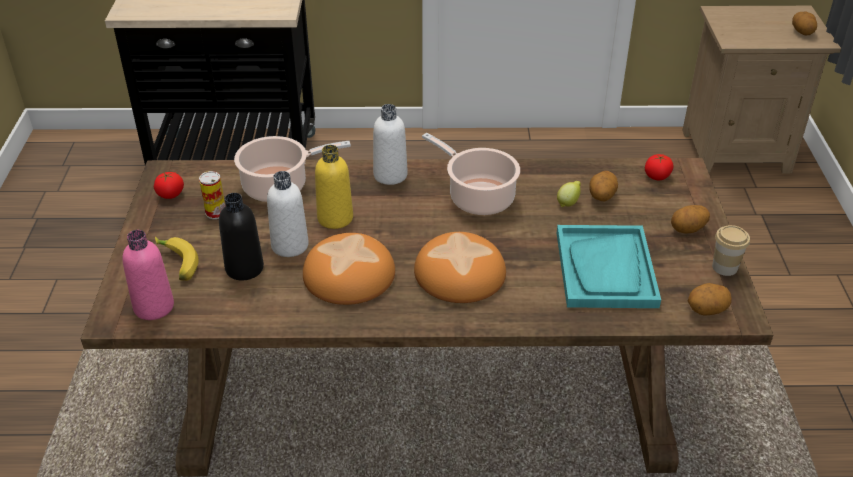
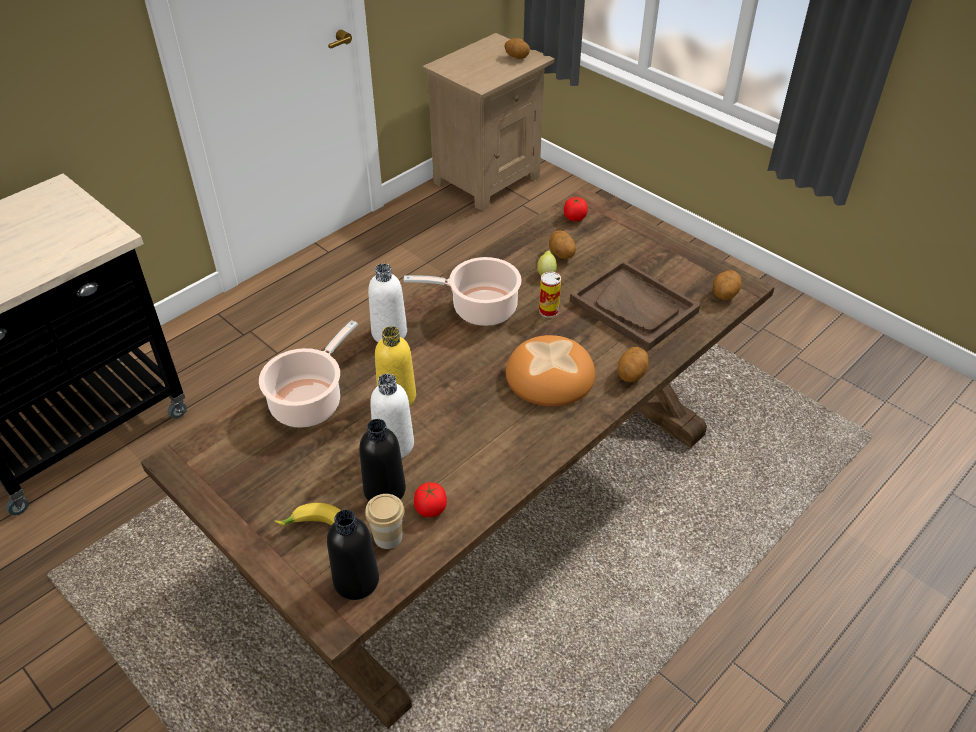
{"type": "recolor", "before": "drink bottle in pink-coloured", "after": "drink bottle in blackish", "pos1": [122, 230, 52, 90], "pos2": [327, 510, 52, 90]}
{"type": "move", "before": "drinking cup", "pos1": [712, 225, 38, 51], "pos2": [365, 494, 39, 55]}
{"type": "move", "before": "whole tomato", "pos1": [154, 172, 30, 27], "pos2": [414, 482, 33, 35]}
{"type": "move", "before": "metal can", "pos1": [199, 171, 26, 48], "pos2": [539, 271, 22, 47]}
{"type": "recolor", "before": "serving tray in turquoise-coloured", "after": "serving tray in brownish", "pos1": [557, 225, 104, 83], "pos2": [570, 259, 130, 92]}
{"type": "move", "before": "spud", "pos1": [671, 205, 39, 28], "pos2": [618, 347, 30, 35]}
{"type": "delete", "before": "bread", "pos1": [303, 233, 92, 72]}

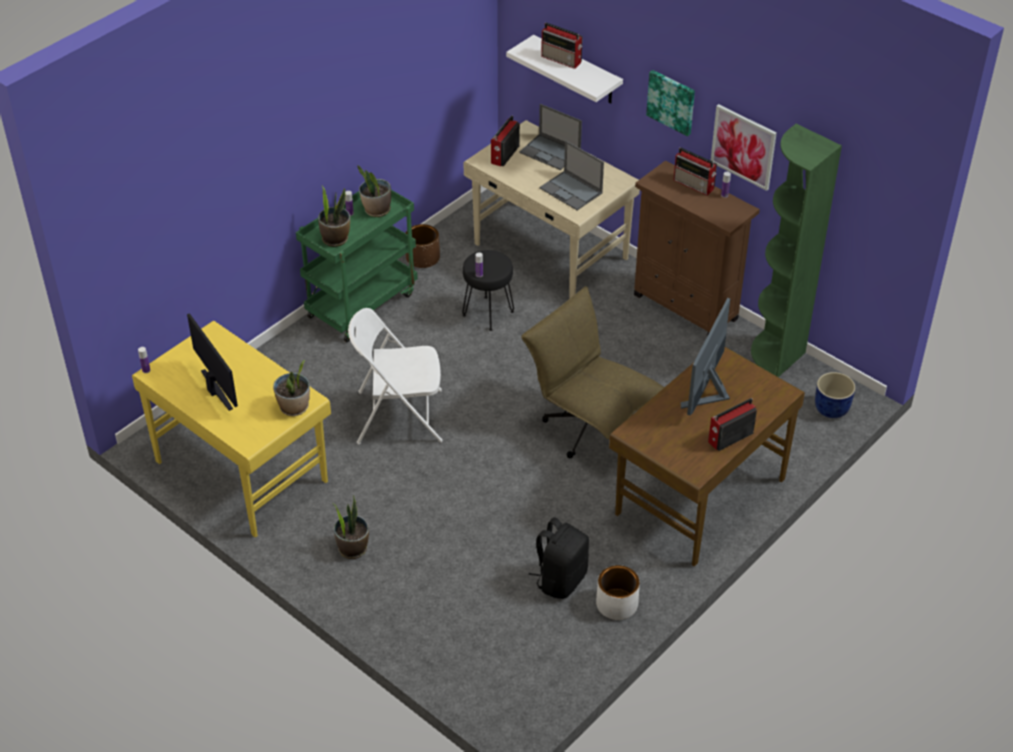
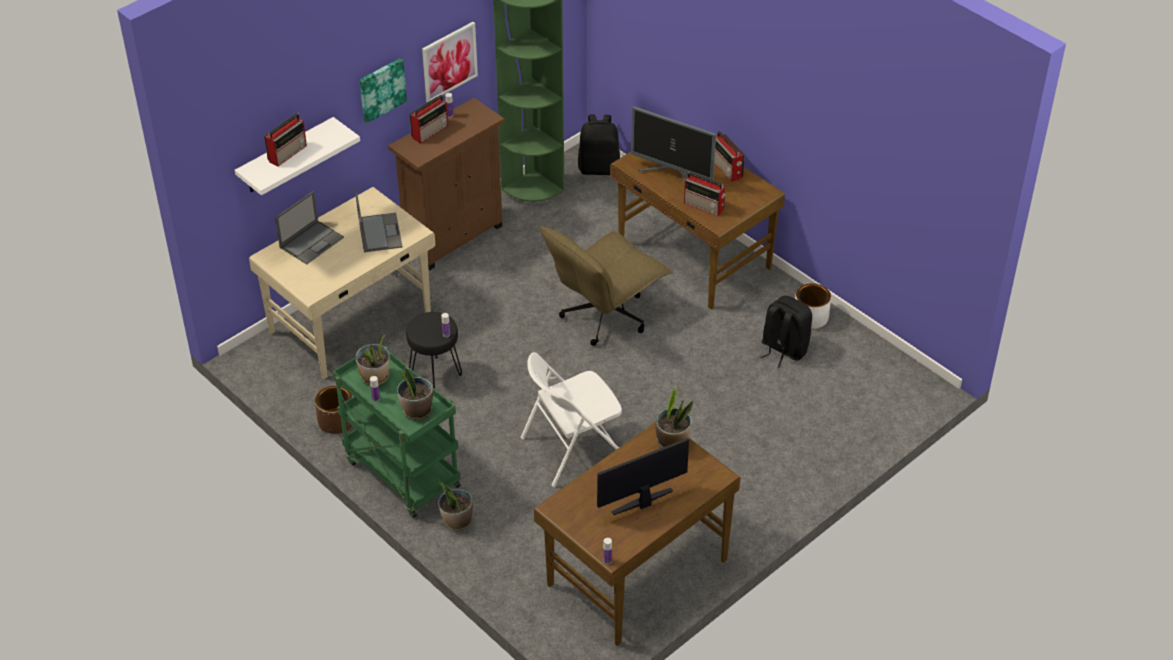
{"type": "rotate", "before": "portable computer", "pos1": [540, 141, 64, 69], "pos2": [355, 188, 48, 64], "turn": -60}
{"type": "move", "before": "plant in a pot", "pos1": [334, 495, 35, 64], "pos2": [437, 479, 36, 51]}
{"type": "rotate", "before": "chair in white", "pos1": [348, 308, 94, 137], "pos2": [521, 352, 101, 136], "turn": 60}
{"type": "recolor", "before": "desk table in yellowish", "after": "desk table in brownish", "pos1": [132, 321, 199, 217], "pos2": [534, 422, 207, 224]}
{"type": "replace", "before": "flower pot in bluish", "after": "rucksack in blackish", "pos1": [815, 372, 41, 46], "pos2": [578, 115, 42, 60]}
{"type": "move", "before": "radio set", "pos1": [491, 116, 29, 50], "pos2": [684, 172, 42, 44]}

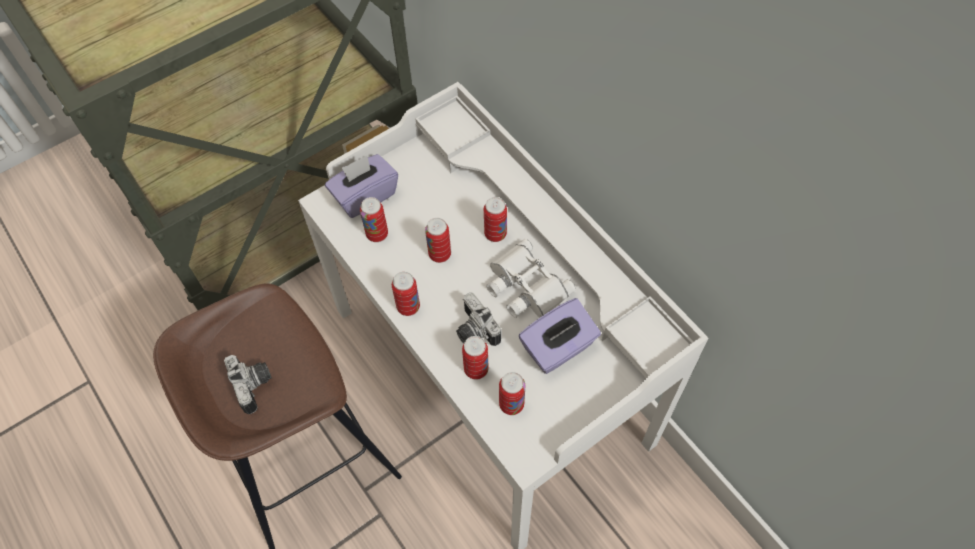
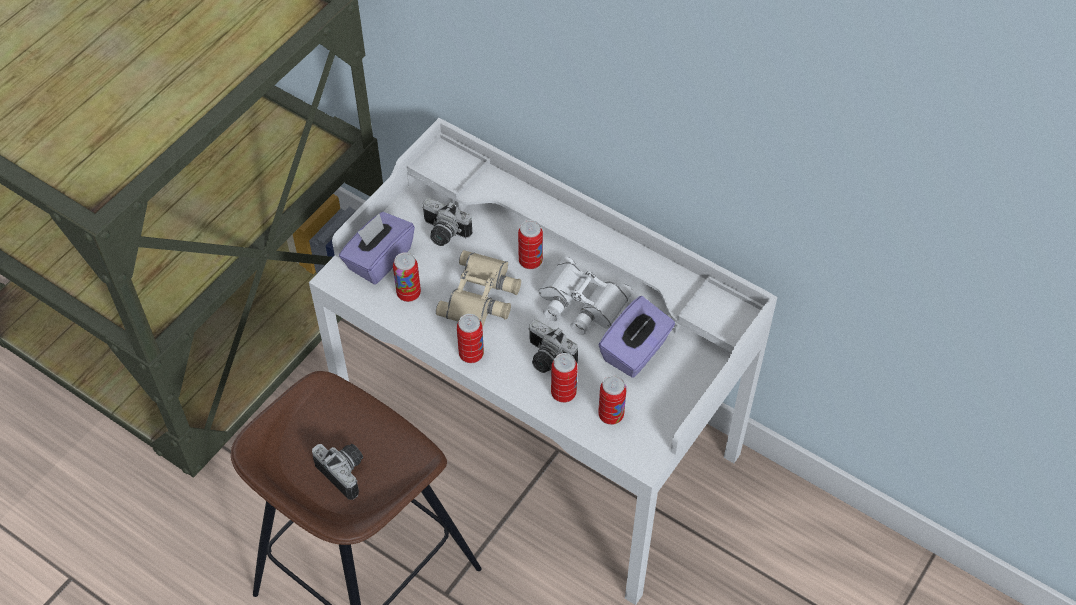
{"type": "insert", "after": "photo camera", "pos2": [422, 198, 50, 48]}
{"type": "replace", "before": "metal can", "after": "binoculars in beige-coloured", "pos1": [425, 218, 26, 45], "pos2": [436, 250, 85, 78]}

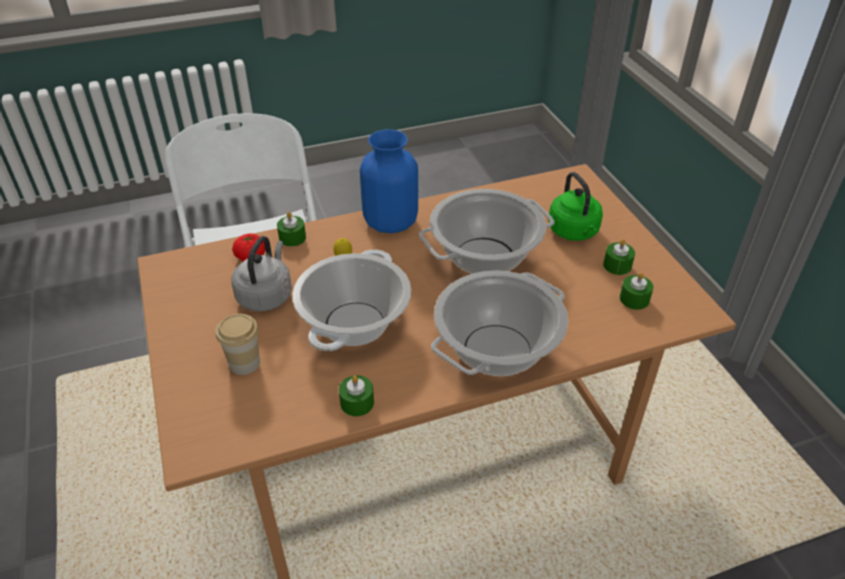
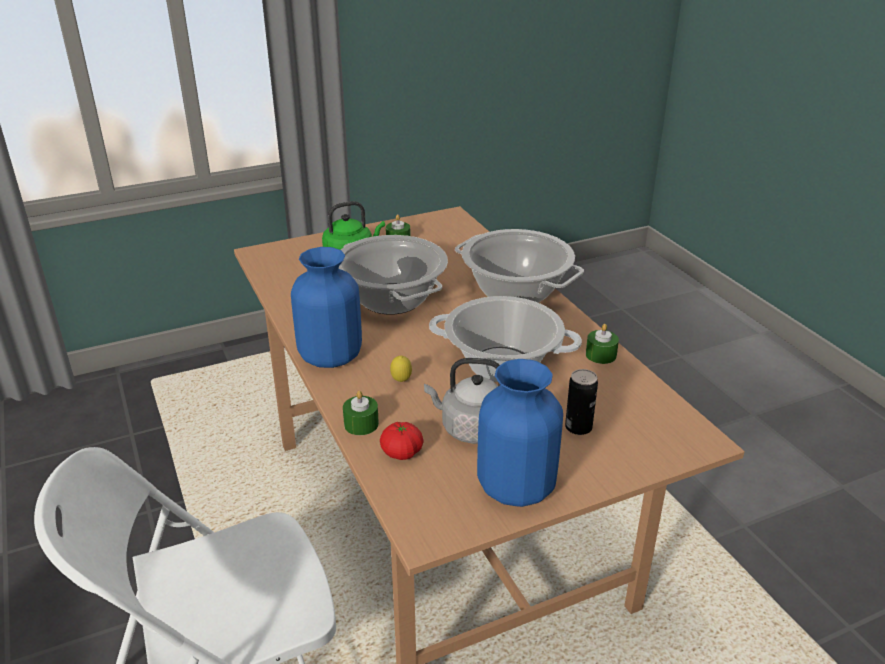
{"type": "insert", "after": "decorative vase in bluish", "pos2": [477, 359, 86, 148]}
{"type": "replace", "before": "drinking cup", "after": "metal can", "pos1": [216, 314, 44, 61], "pos2": [565, 369, 33, 66]}
{"type": "delete", "before": "wax candle in green", "pos1": [620, 272, 34, 38]}

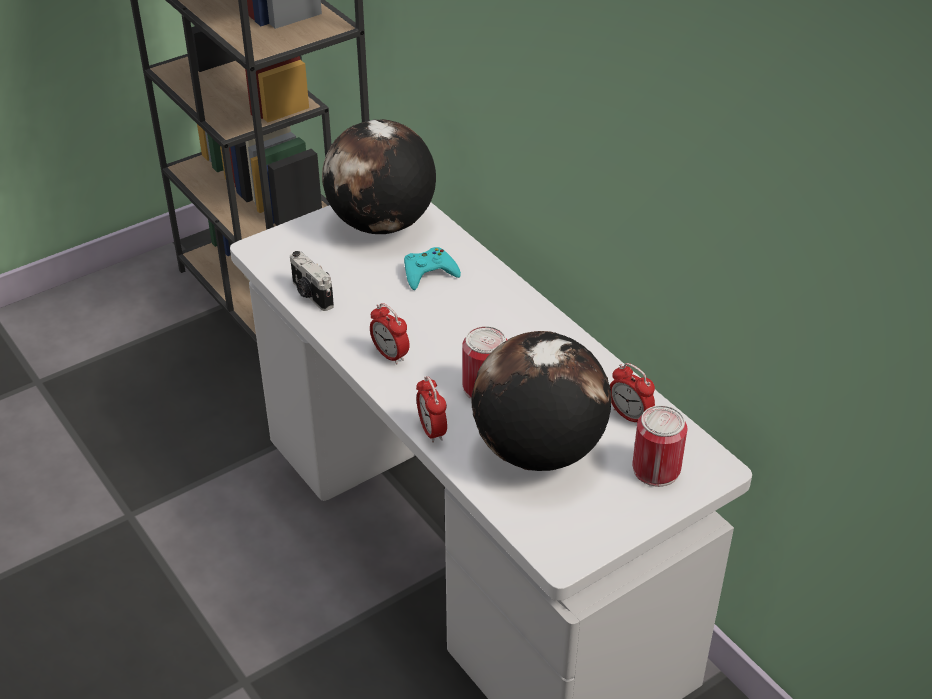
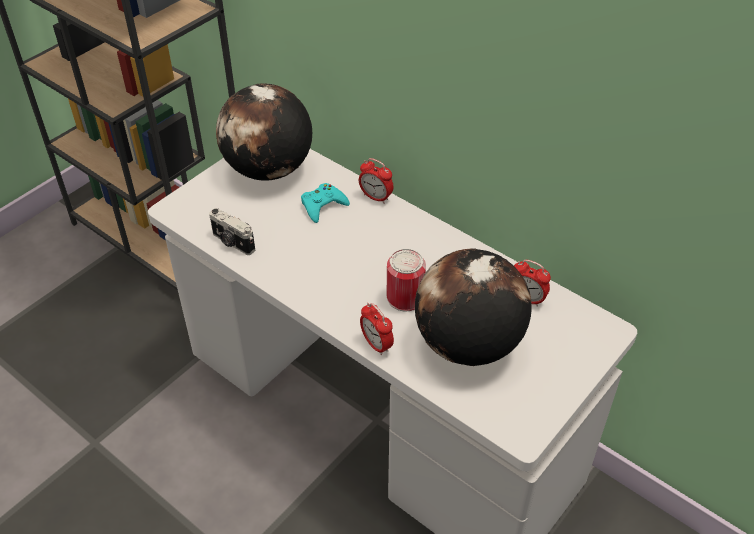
{"type": "move", "before": "bedside clock", "pos1": [370, 303, 39, 62], "pos2": [359, 158, 35, 45]}
{"type": "delete", "before": "metal can", "pos1": [633, 405, 54, 82]}

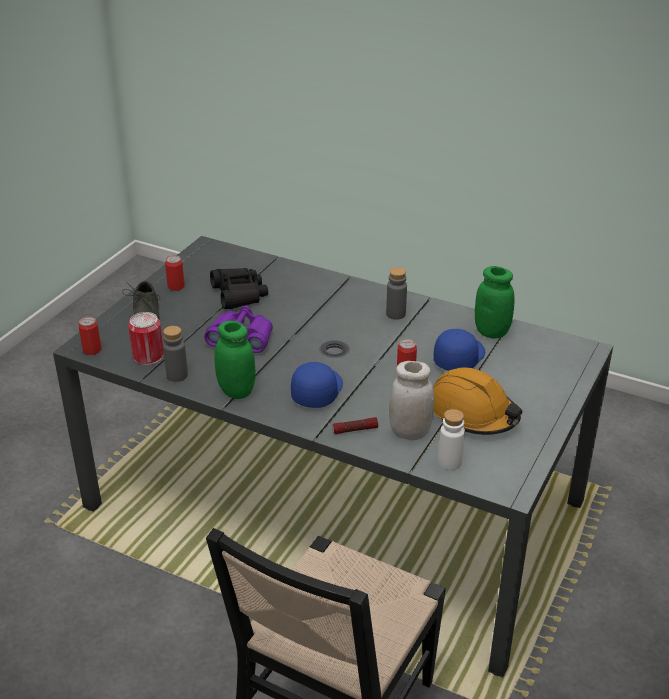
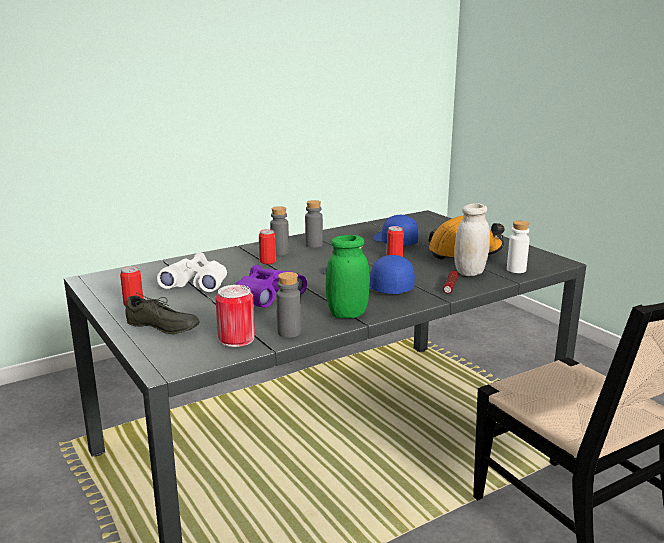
{"type": "recolor", "before": "binoculars in blackish", "after": "binoculars in white", "pos1": [210, 268, 58, 41], "pos2": [157, 252, 70, 40]}
{"type": "move", "before": "metal can", "pos1": [78, 316, 24, 39], "pos2": [259, 229, 17, 35]}
{"type": "insert", "after": "drink bottle in greyish", "pos2": [270, 206, 19, 49]}
{"type": "delete", "before": "jar in green", "pos1": [475, 266, 39, 73]}

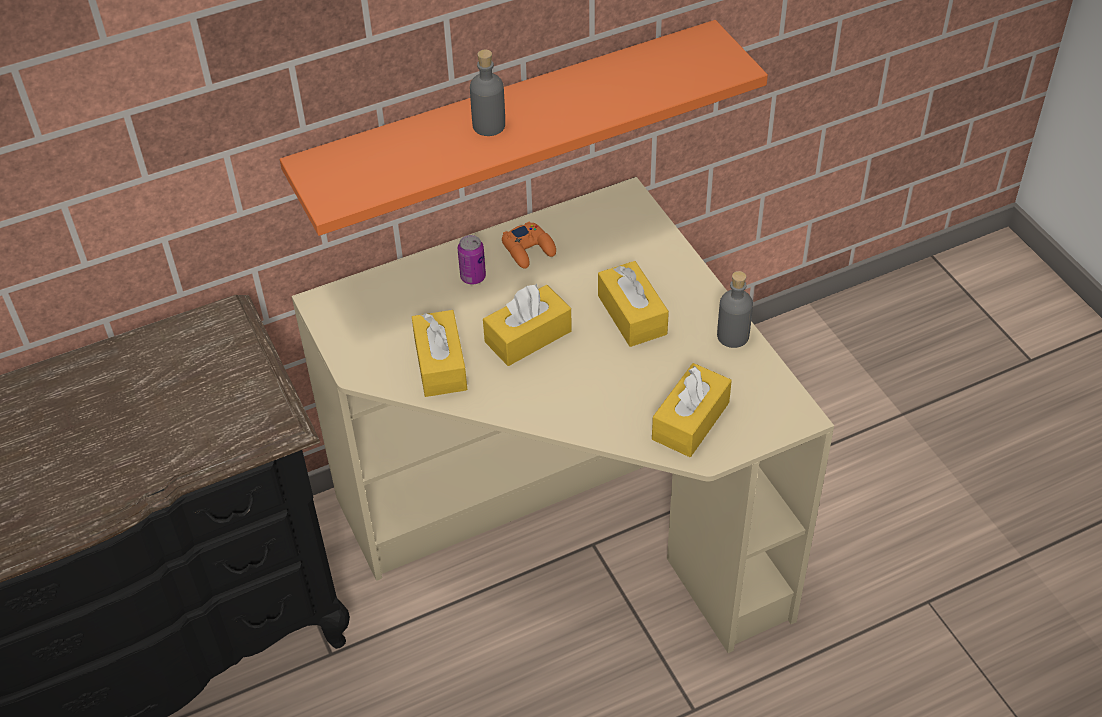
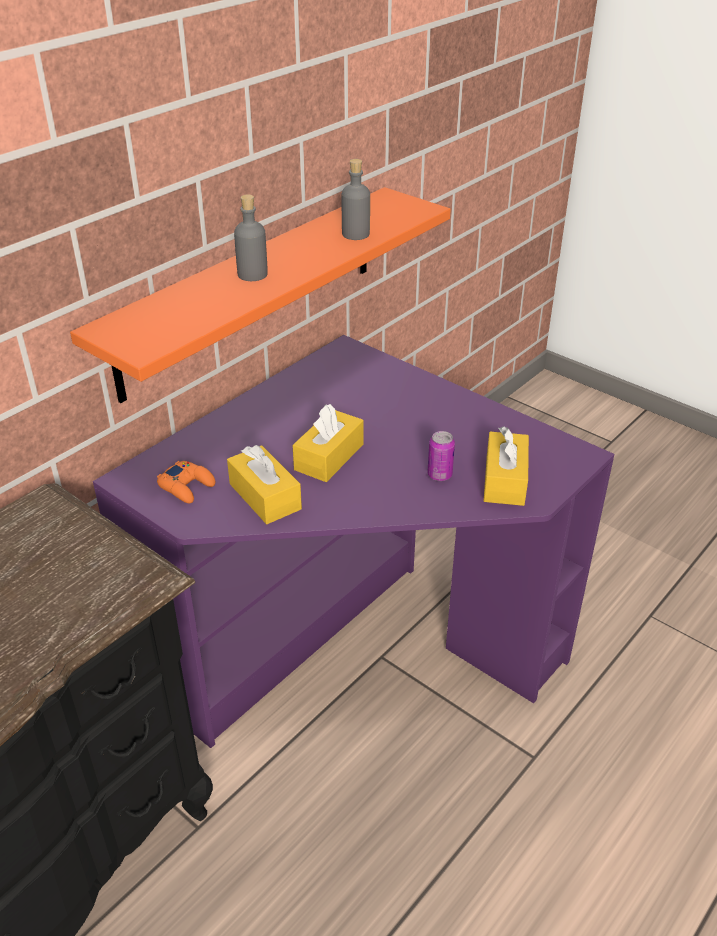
{"type": "recolor", "before": "desk table in beige-coloured", "after": "desk table in purplish", "pos1": [292, 177, 542, 476], "pos2": [93, 335, 521, 413]}
{"type": "move", "before": "joypad in orange-coloured", "pos1": [502, 222, 54, 47], "pos2": [157, 461, 58, 43]}
{"type": "move", "before": "drink bottle in greyish", "pos1": [717, 271, 36, 77], "pos2": [342, 159, 28, 81]}
{"type": "move", "before": "metal can", "pos1": [458, 235, 28, 50], "pos2": [428, 431, 27, 50]}
{"type": "delete", "before": "tissue holder in yellowish", "pos1": [598, 261, 71, 86]}

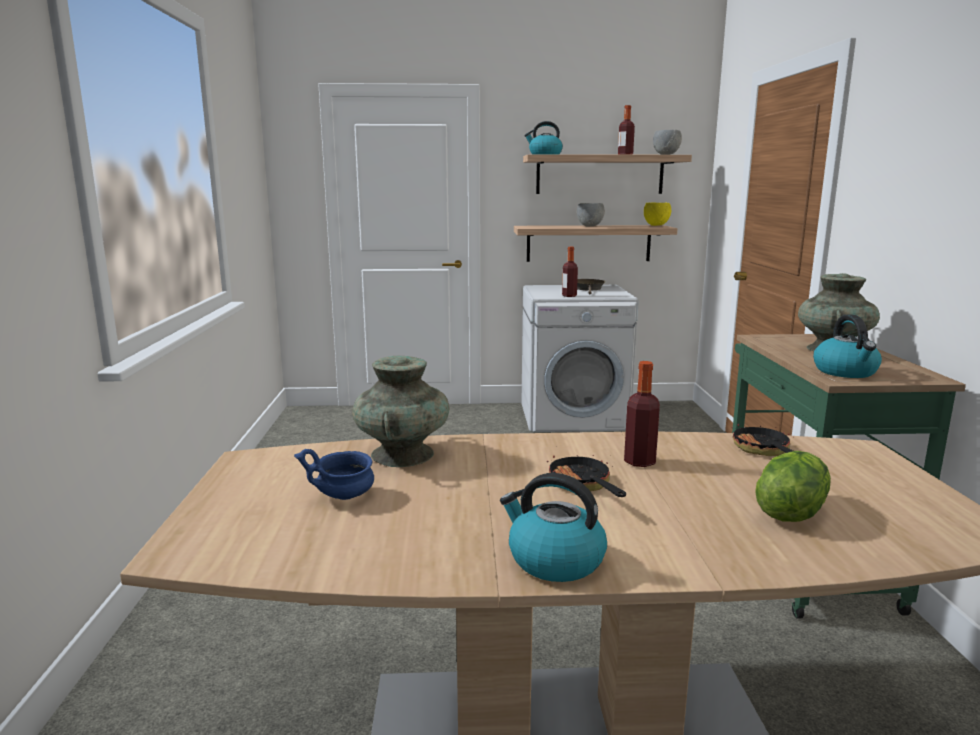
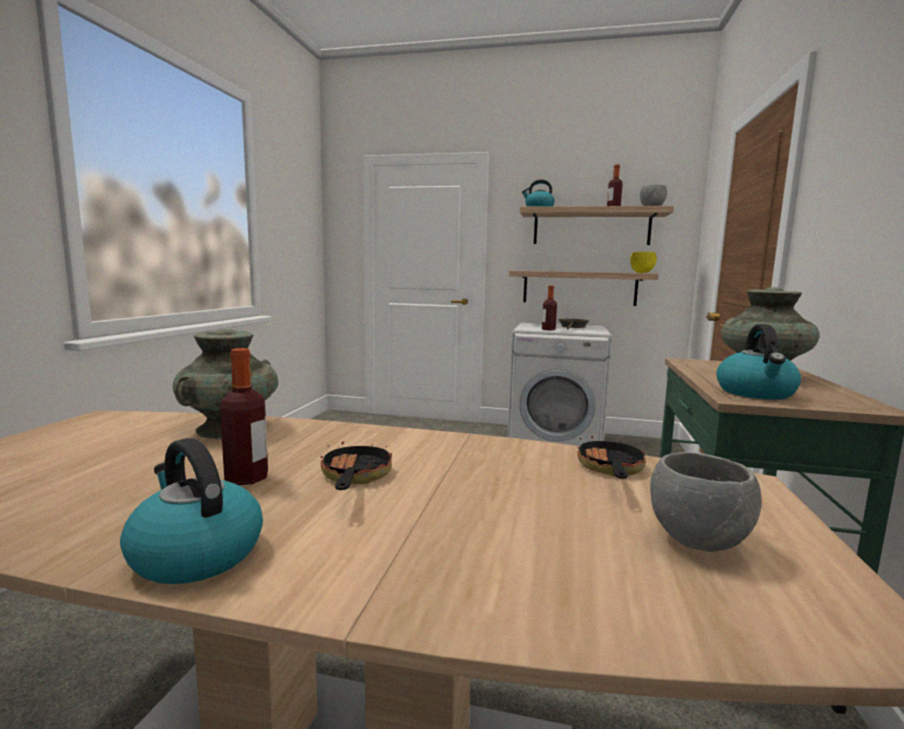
{"type": "move", "before": "drink bottle", "pos1": [624, 361, 36, 106], "pos2": [220, 348, 48, 137]}
{"type": "move", "before": "serving bowl in greyish", "pos1": [577, 203, 28, 24], "pos2": [650, 452, 111, 100]}
{"type": "delete", "before": "serving bowl in bluish", "pos1": [294, 449, 80, 51]}
{"type": "delete", "before": "lettuce", "pos1": [755, 451, 76, 71]}

